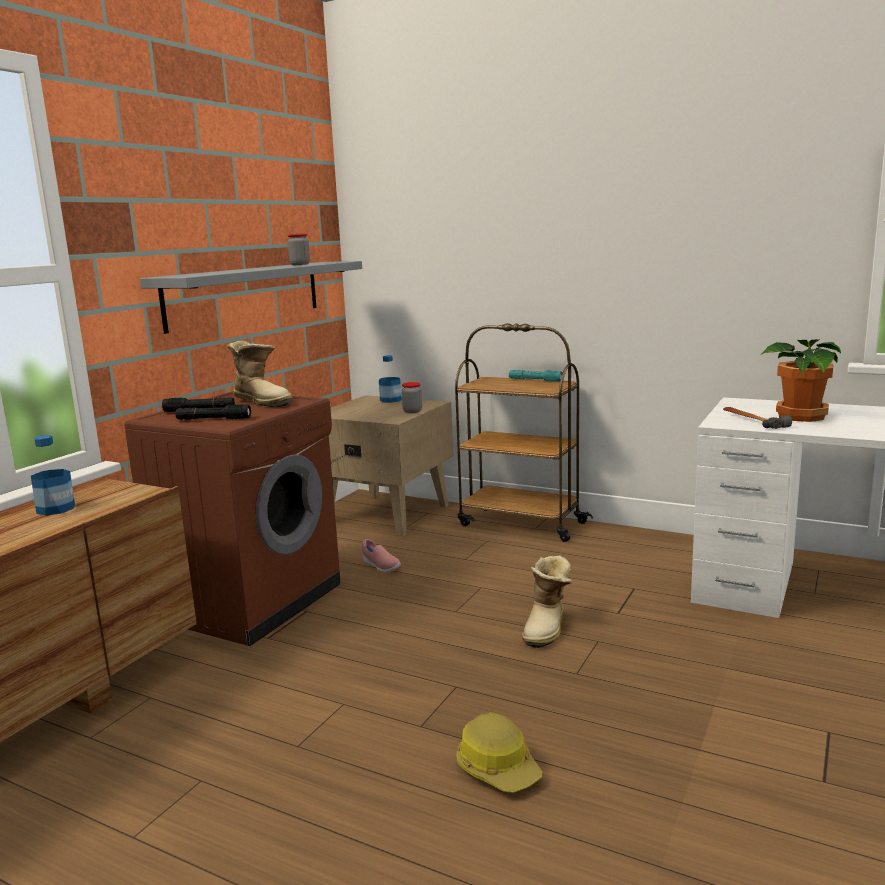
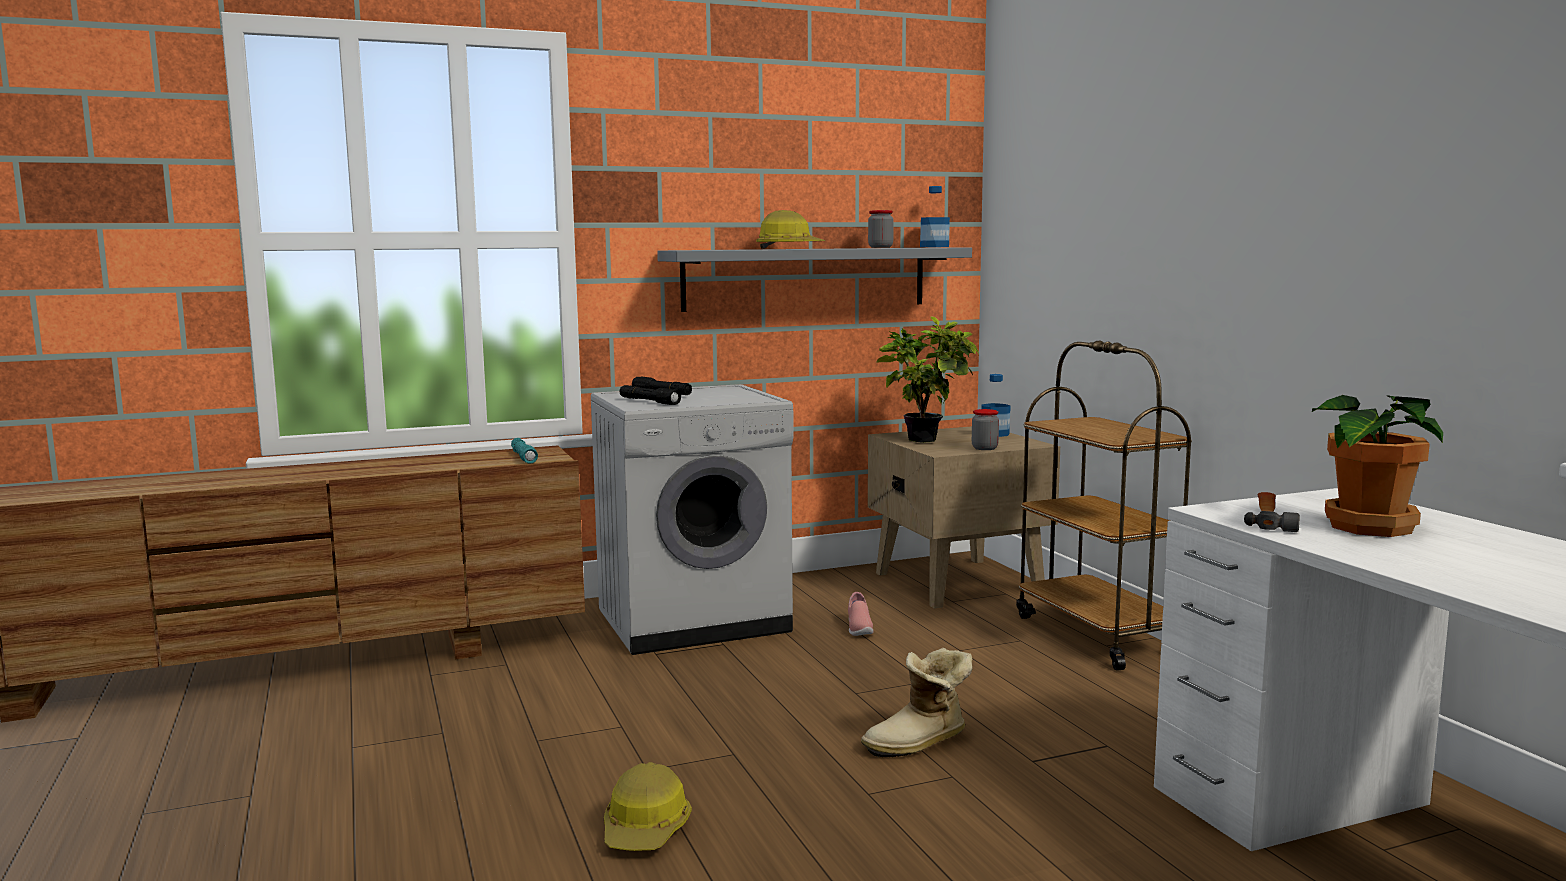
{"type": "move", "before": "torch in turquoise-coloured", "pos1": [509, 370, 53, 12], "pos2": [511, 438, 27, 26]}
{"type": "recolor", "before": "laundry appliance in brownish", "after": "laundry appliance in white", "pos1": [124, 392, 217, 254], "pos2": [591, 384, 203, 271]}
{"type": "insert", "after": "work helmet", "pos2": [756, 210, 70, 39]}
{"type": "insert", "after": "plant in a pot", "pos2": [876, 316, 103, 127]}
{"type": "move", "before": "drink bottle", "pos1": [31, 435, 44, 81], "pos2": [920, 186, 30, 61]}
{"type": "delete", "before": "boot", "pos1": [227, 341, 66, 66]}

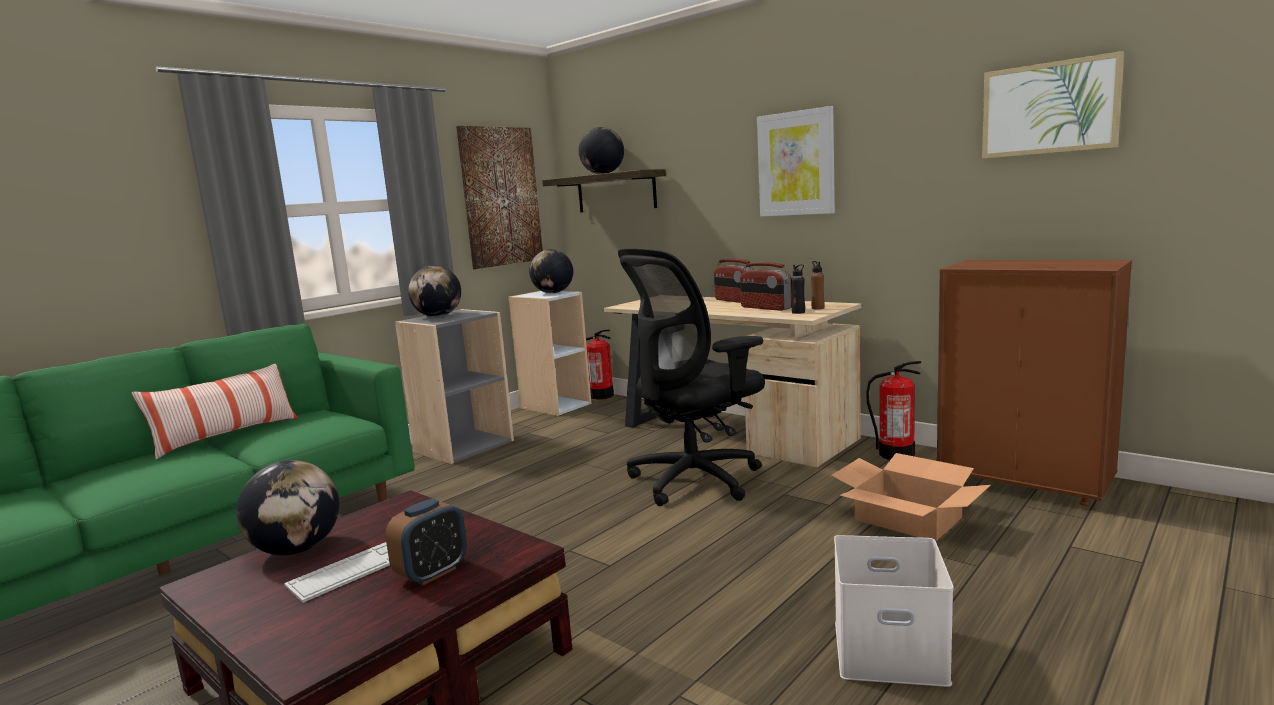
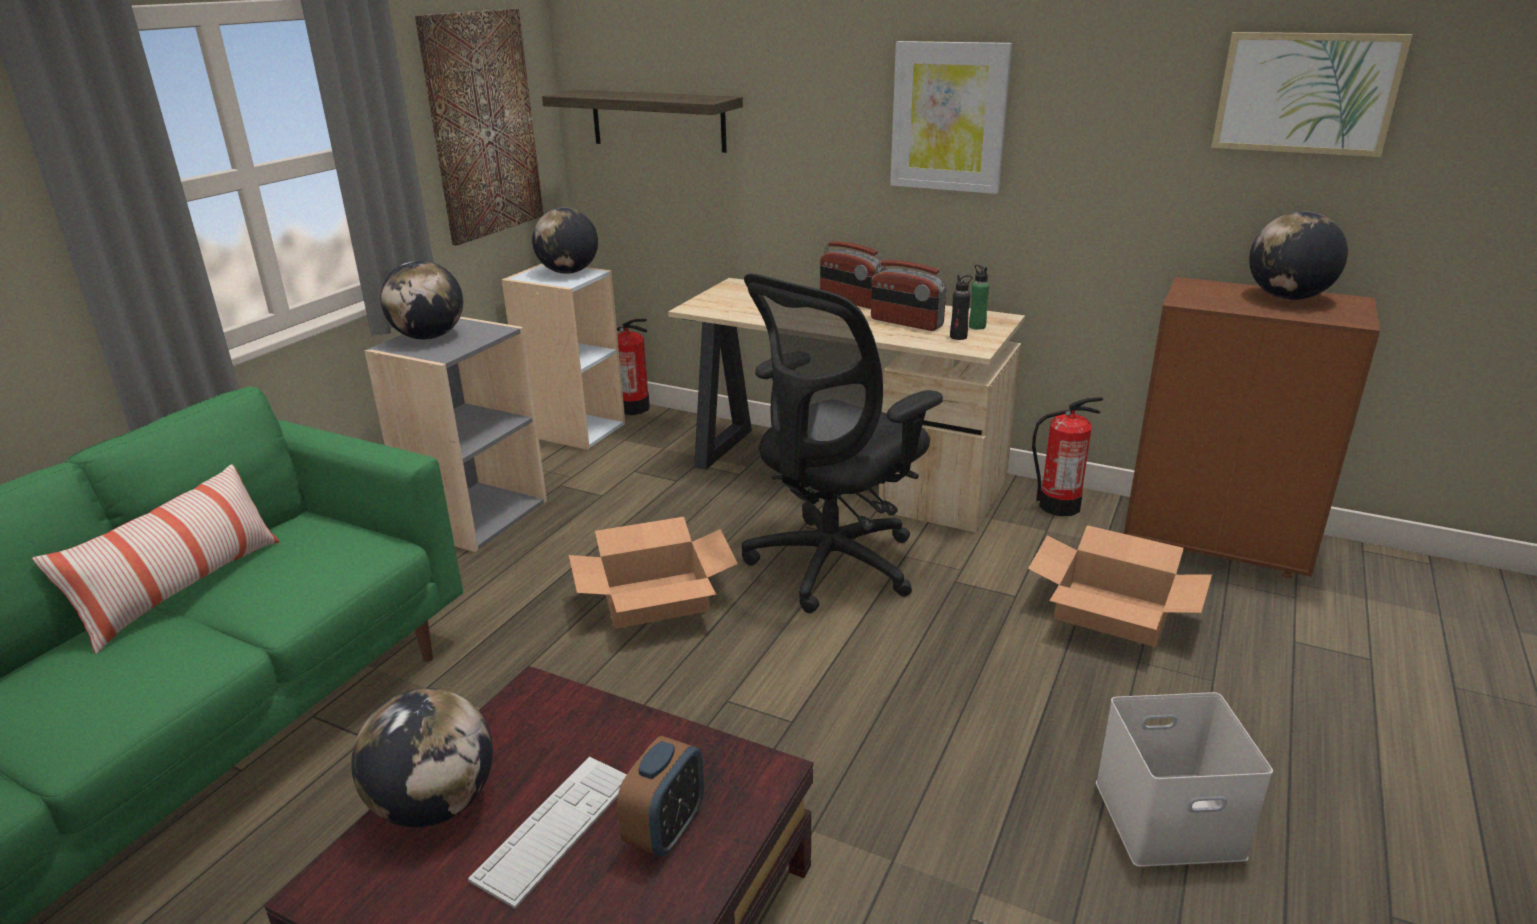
{"type": "insert", "after": "carton", "pos2": [569, 517, 169, 112]}
{"type": "recolor", "before": "drink bottle in brownish", "after": "drink bottle in green", "pos1": [811, 261, 14, 49], "pos2": [969, 265, 20, 65]}
{"type": "move", "before": "desk globe", "pos1": [579, 127, 45, 47], "pos2": [1249, 211, 99, 89]}

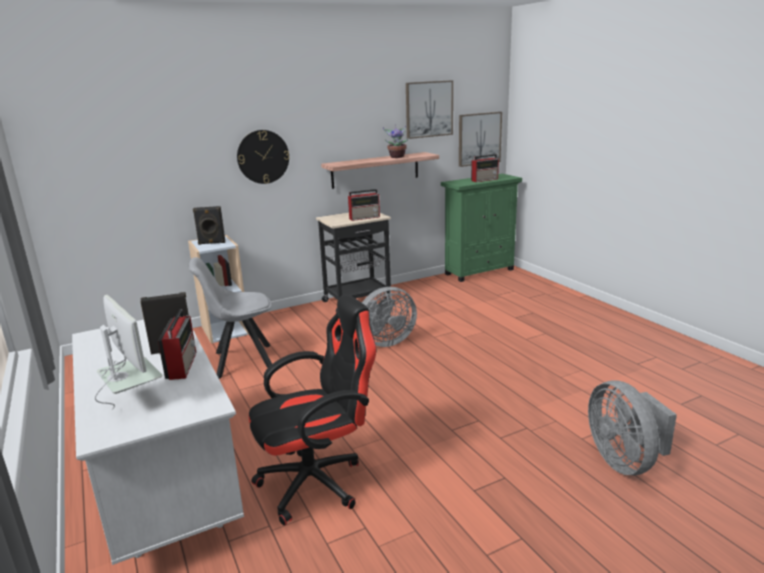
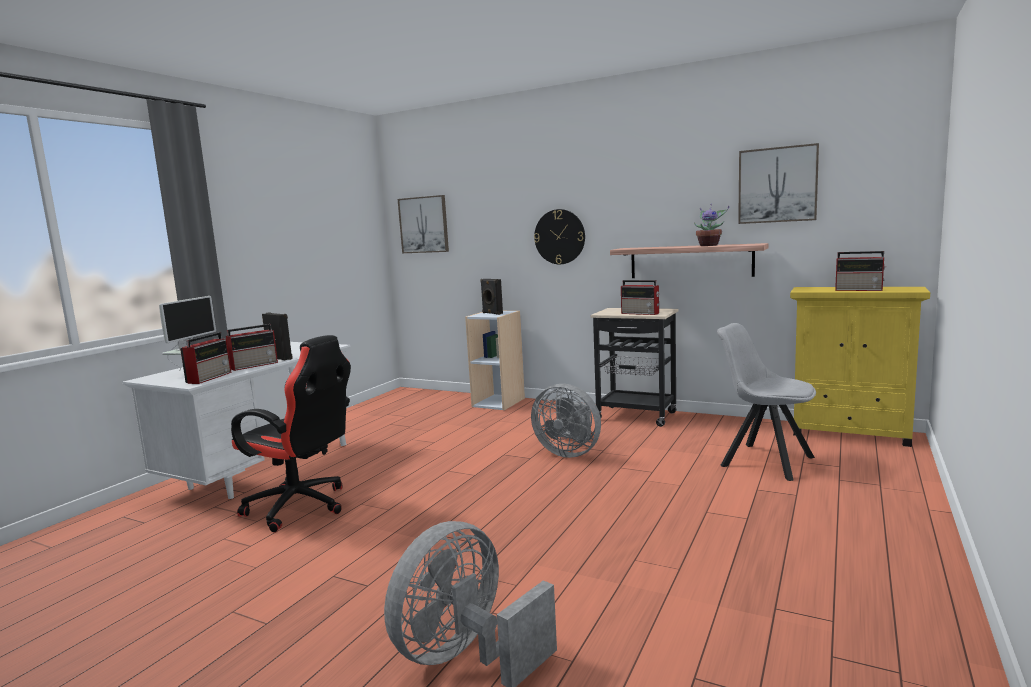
{"type": "insert", "after": "radio set", "pos2": [180, 332, 52, 52]}
{"type": "move", "before": "wall art", "pos1": [459, 112, 43, 55], "pos2": [398, 195, 51, 58]}
{"type": "move", "before": "chair in greyish", "pos1": [189, 257, 83, 122], "pos2": [717, 323, 99, 158]}
{"type": "recolor", "before": "cabinet in green", "after": "cabinet in yellowish", "pos1": [441, 174, 81, 108], "pos2": [790, 287, 140, 160]}

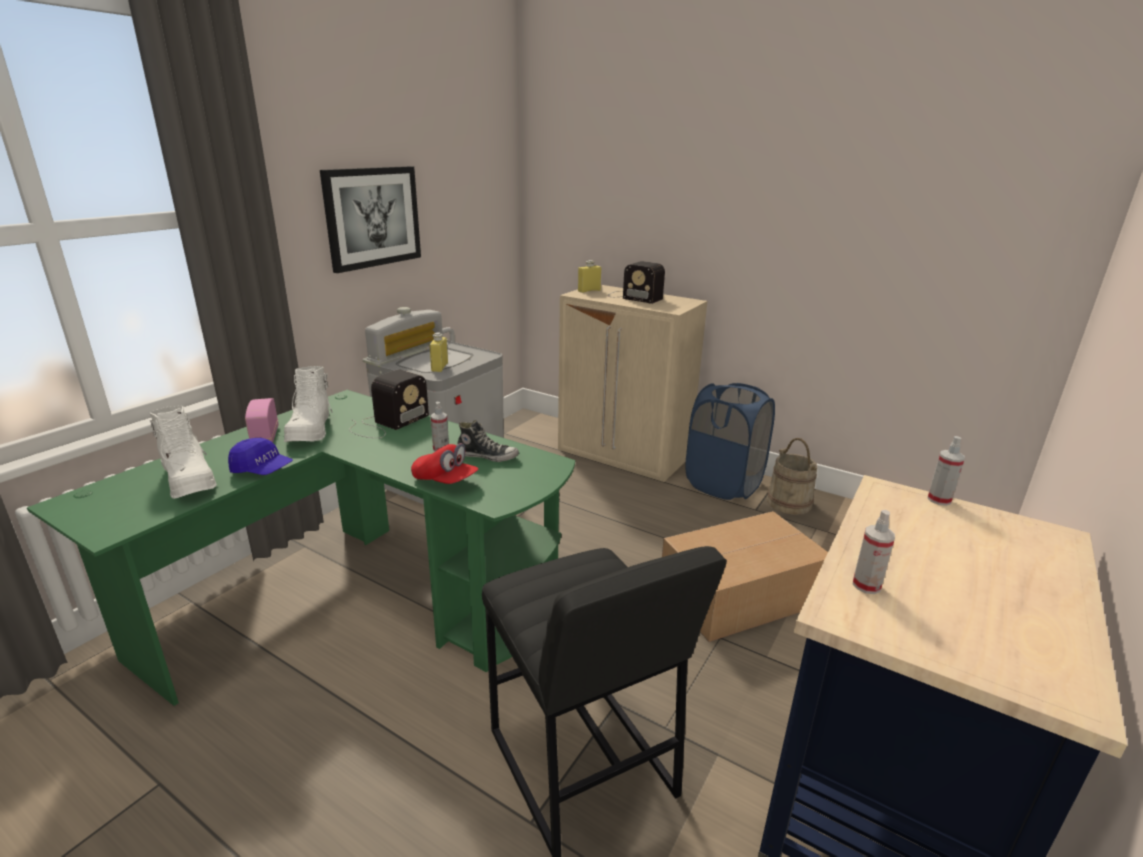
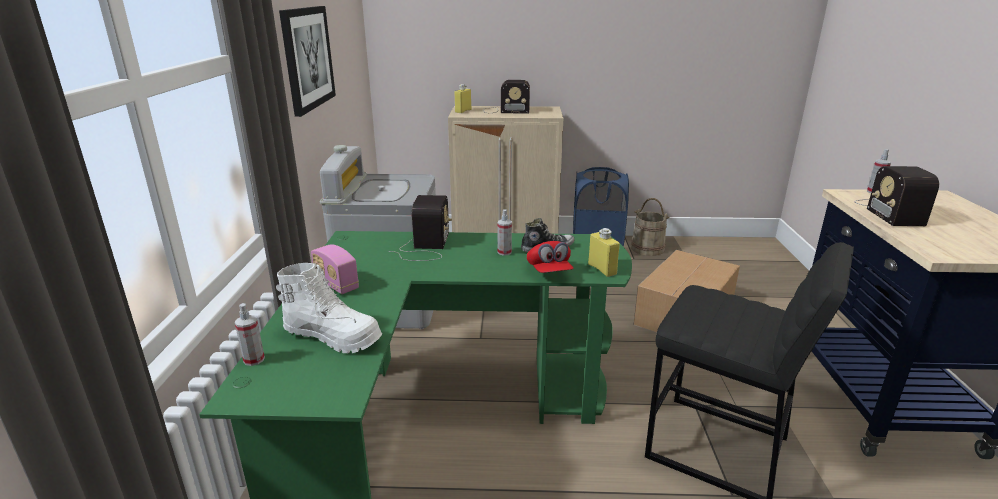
{"type": "move", "before": "sprayer", "pos1": [853, 510, 42, 84], "pos2": [235, 303, 30, 63]}
{"type": "rotate", "before": "cap in reddish", "pos1": [411, 443, 67, 41], "pos2": [527, 241, 46, 32], "turn": 75}
{"type": "move", "before": "drink bottle in yellowish", "pos1": [430, 333, 18, 39], "pos2": [588, 228, 32, 49]}
{"type": "insert", "after": "radio set", "pos2": [855, 166, 84, 60]}
{"type": "delete", "before": "cap in bluish", "pos1": [228, 438, 65, 37]}
{"type": "delete", "before": "boot in white", "pos1": [284, 366, 49, 76]}

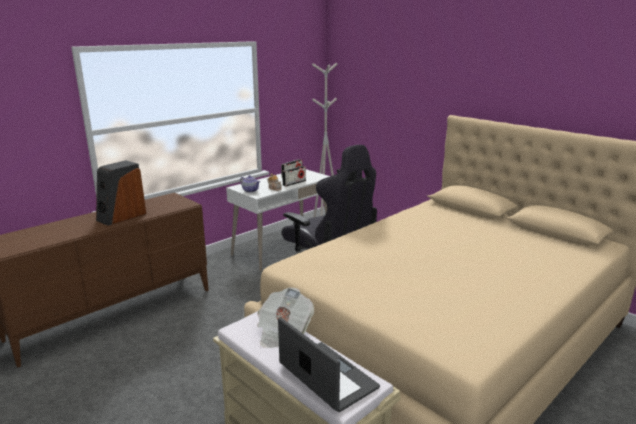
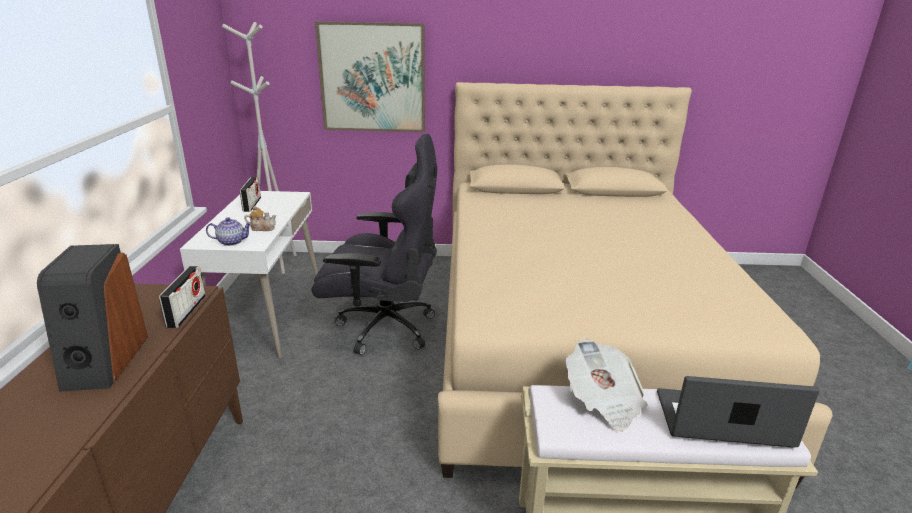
{"type": "move", "before": "radio set", "pos1": [282, 166, 24, 20], "pos2": [159, 266, 47, 62]}
{"type": "insert", "after": "wall art", "pos2": [315, 21, 110, 111]}

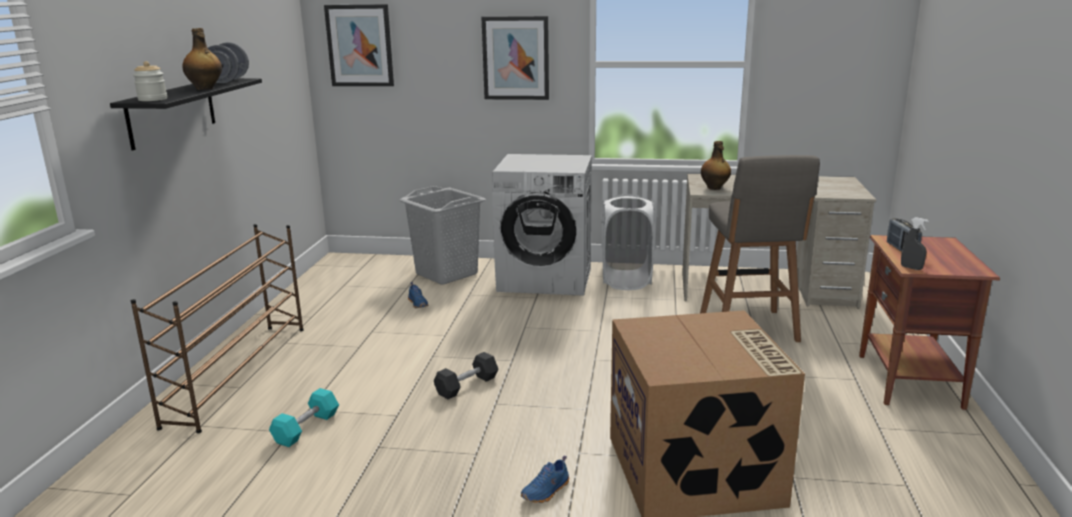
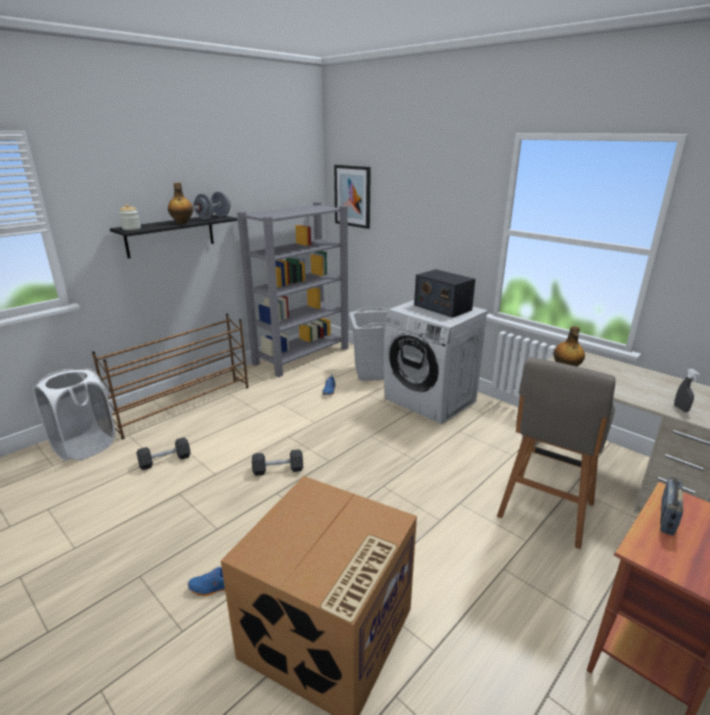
{"type": "move", "before": "washing basket in white", "pos1": [601, 194, 54, 96], "pos2": [33, 368, 83, 93]}
{"type": "recolor", "before": "hand weight in turquoise-coloured", "after": "hand weight in blackish", "pos1": [269, 388, 70, 59], "pos2": [137, 437, 53, 33]}
{"type": "insert", "after": "shelving unit in greyish", "pos2": [237, 202, 111, 176]}
{"type": "insert", "after": "radio set", "pos2": [414, 269, 61, 49]}
{"type": "move", "before": "sprayer in greyish", "pos1": [901, 217, 28, 53], "pos2": [674, 369, 26, 43]}
{"type": "delete", "before": "wall art", "pos1": [481, 16, 68, 84]}

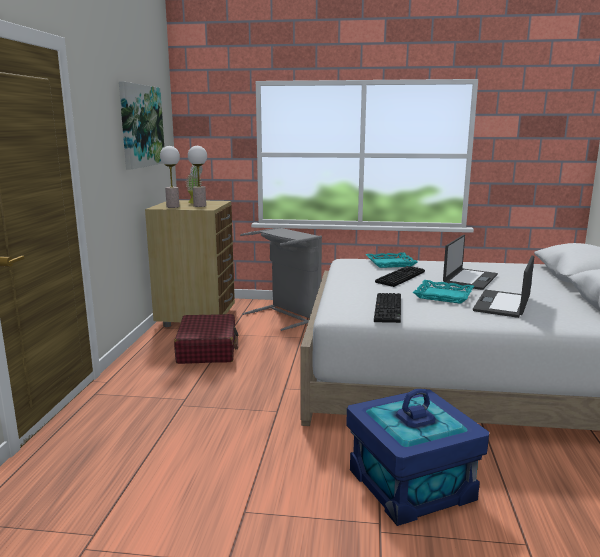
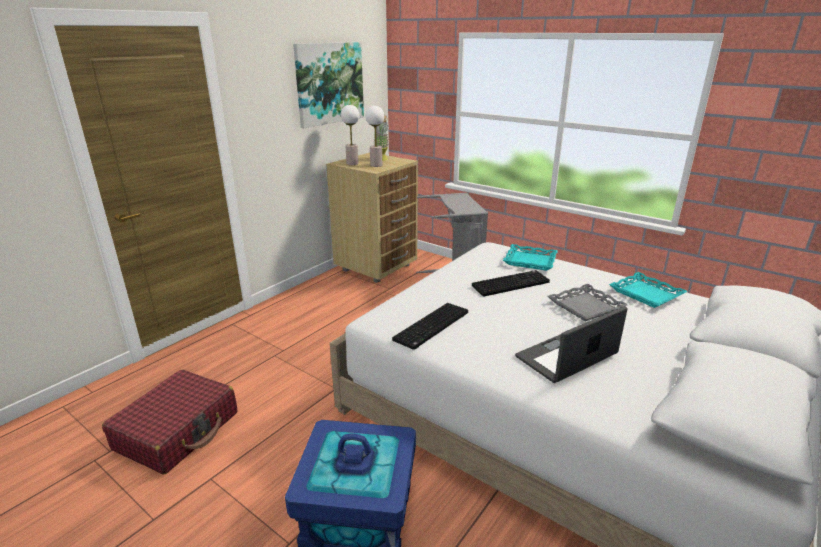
{"type": "move", "before": "travel case in reddish", "pos1": [174, 314, 64, 50], "pos2": [102, 370, 135, 105]}
{"type": "replace", "before": "portable computer", "after": "serving tray in greyish", "pos1": [443, 235, 55, 55], "pos2": [548, 284, 80, 38]}
{"type": "move", "before": "serving tray in turquoise-coloured", "pos1": [413, 280, 61, 24], "pos2": [609, 272, 79, 36]}

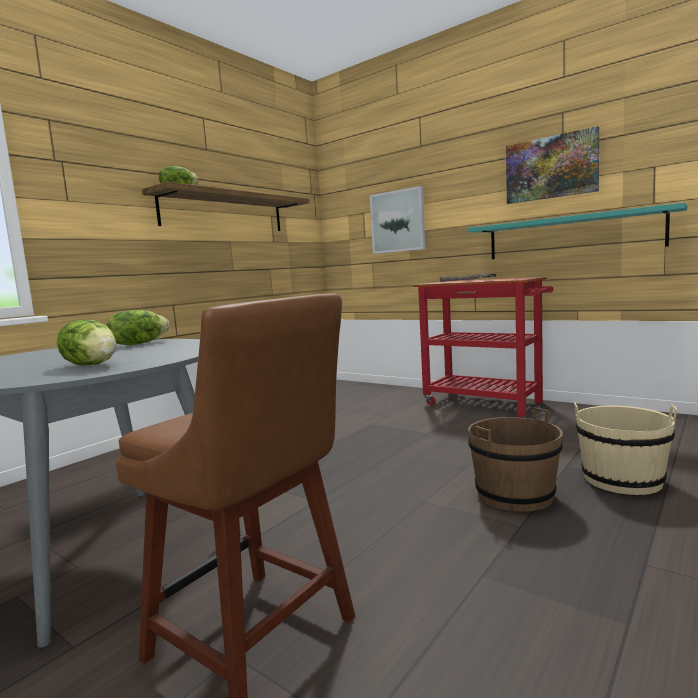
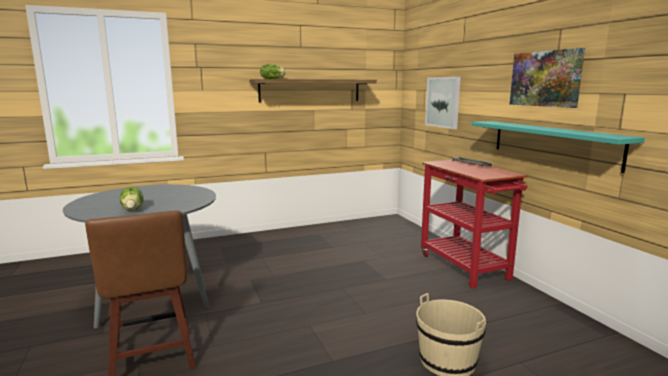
{"type": "delete", "before": "lettuce", "pos1": [106, 310, 63, 35]}
{"type": "delete", "before": "pail in brownish", "pos1": [468, 408, 95, 104]}

